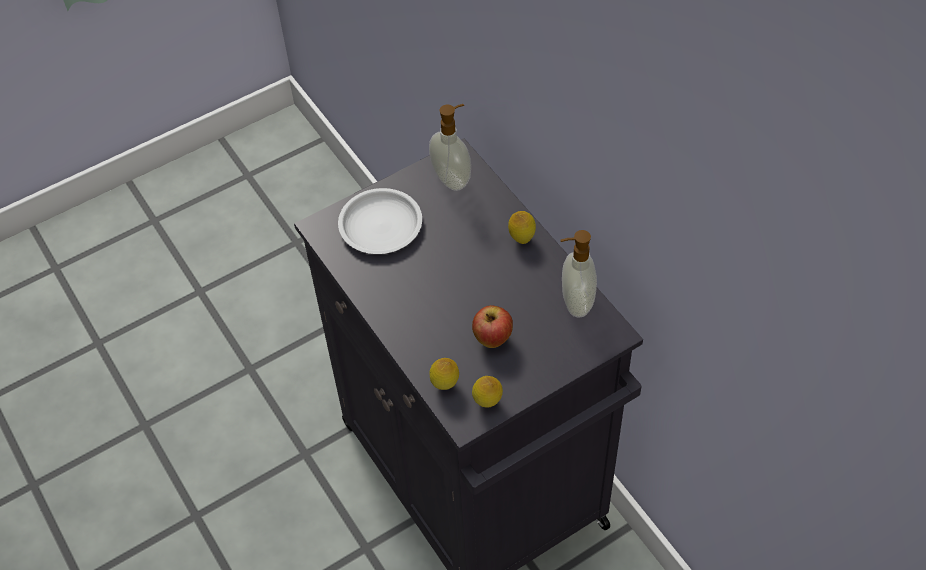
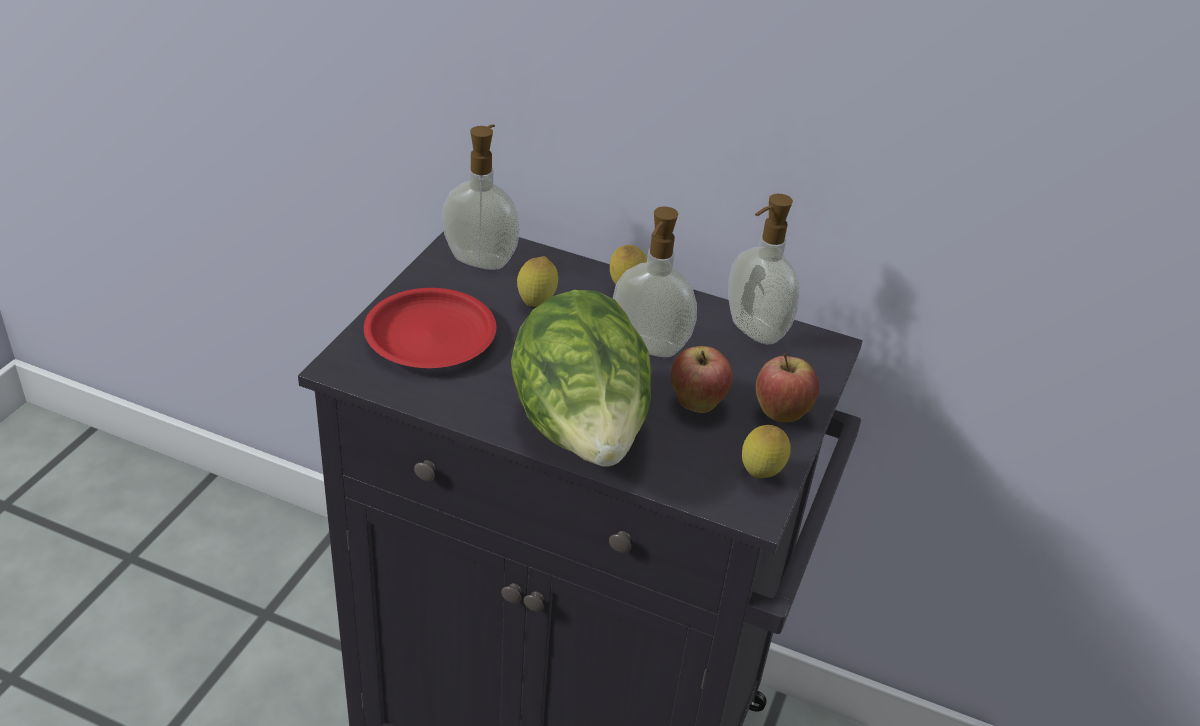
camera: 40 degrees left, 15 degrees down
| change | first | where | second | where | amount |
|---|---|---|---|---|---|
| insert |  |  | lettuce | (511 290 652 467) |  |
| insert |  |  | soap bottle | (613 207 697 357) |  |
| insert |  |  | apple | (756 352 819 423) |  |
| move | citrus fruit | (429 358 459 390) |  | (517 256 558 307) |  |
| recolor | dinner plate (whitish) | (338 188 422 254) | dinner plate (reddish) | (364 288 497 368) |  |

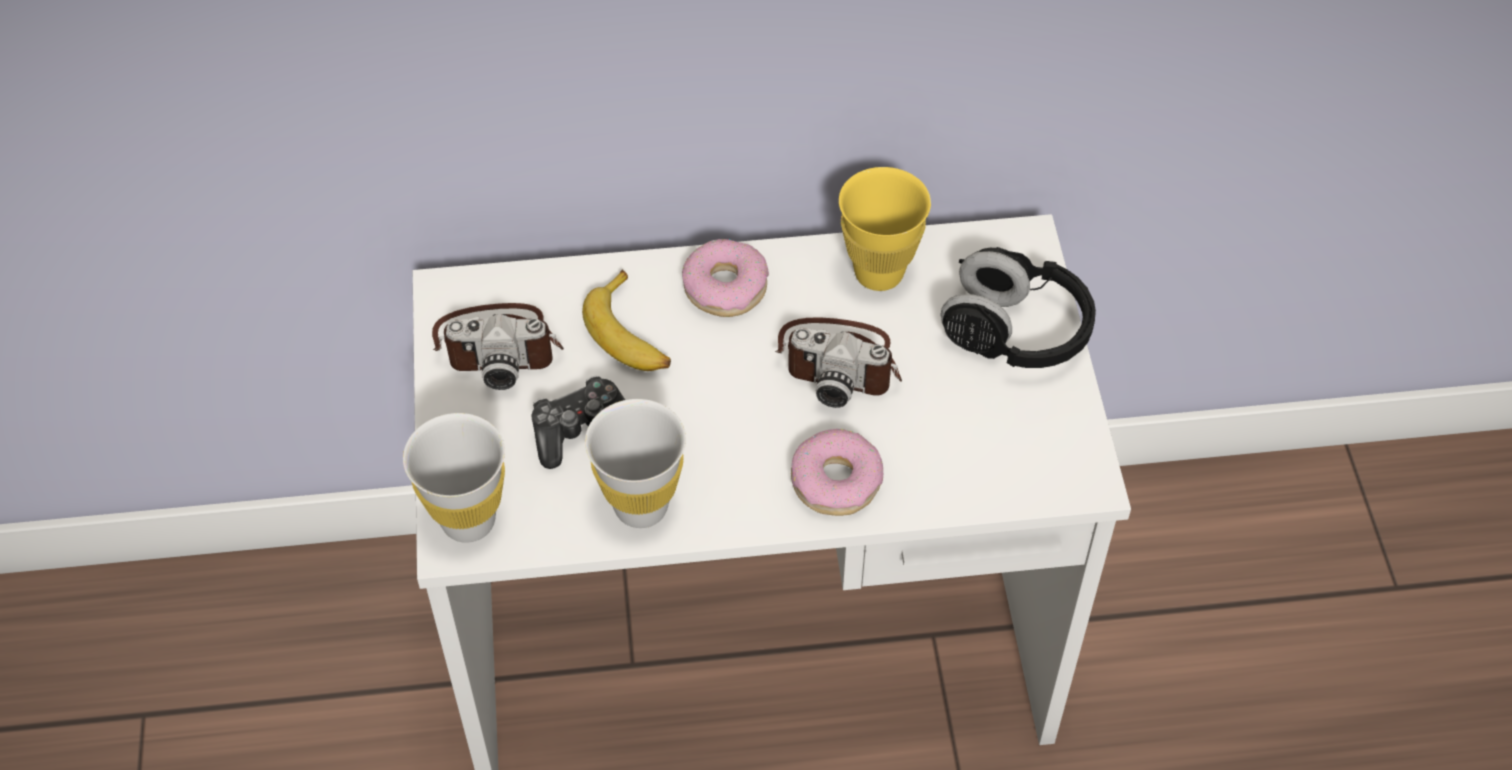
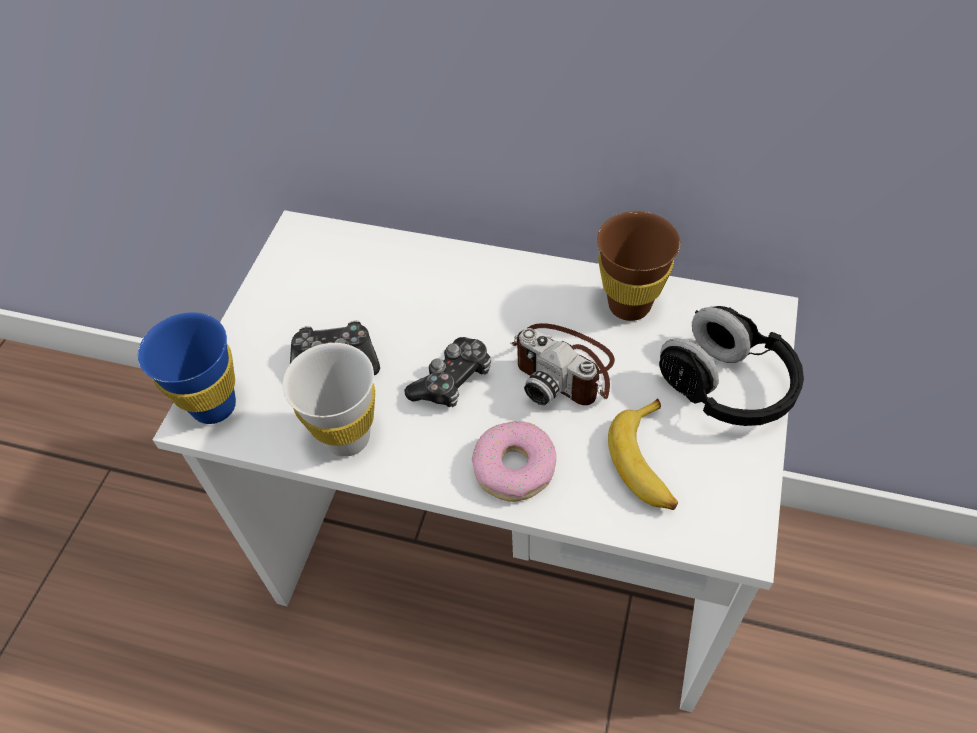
camera: 25 degrees right, 0 degrees up
| change | first | where | second | where | amount |
|---|---|---|---|---|---|
| delete | still camera | (432 303 564 390) |  |  |  |
| delete | doughnut | (682 239 769 317) |  |  |  |
| insert |  |  | game controller | (404 337 491 407) |  |
| move | banana fruit | (582 270 671 371) |  | (608 398 678 510) |  |
| recolor | drinking cup (whitish) | (403 413 505 543) | drinking cup (bluish) | (138 312 236 424) |  |
| recolor | drinking cup (yellow-coloured) | (839 167 931 291) | drinking cup (brown) | (597 211 680 321) |  |

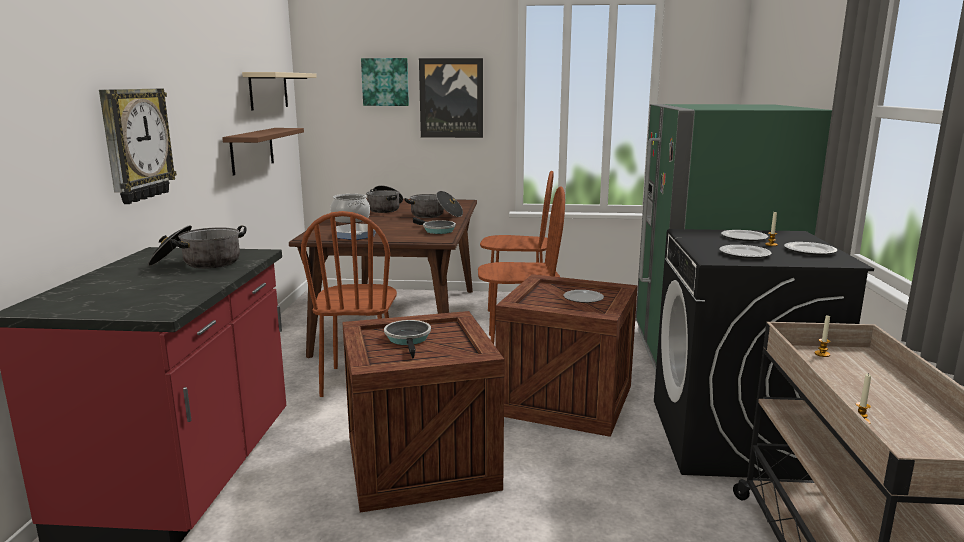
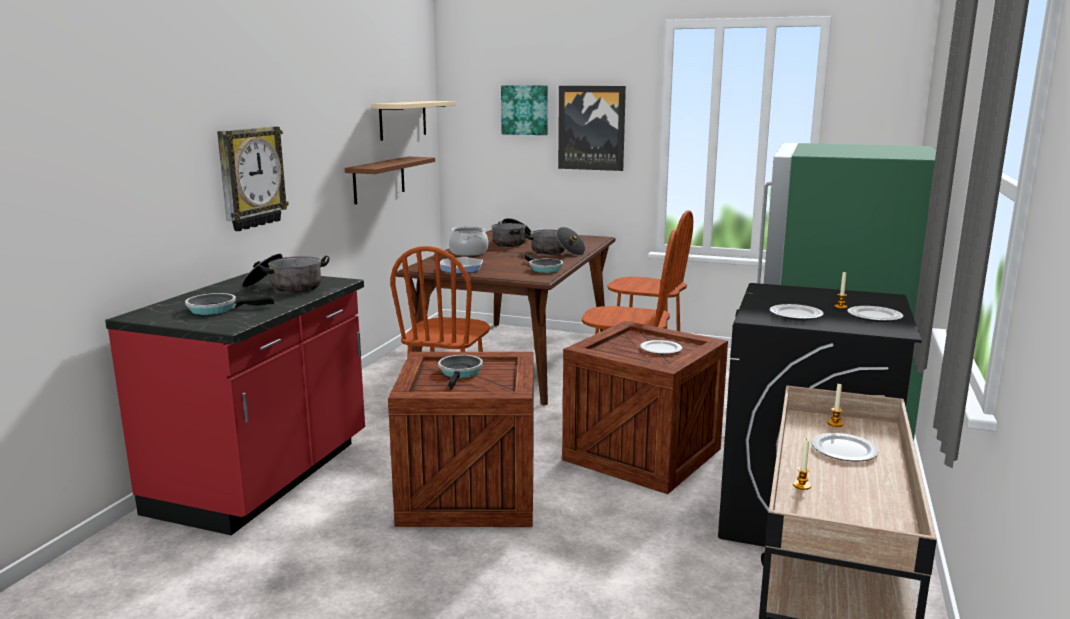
camera: 15 degrees right, 0 degrees up
| change | first | where | second | where | amount |
|---|---|---|---|---|---|
| insert |  |  | frying pan | (185 293 275 315) |  |
| move | dinner plate | (721 230 768 241) |  | (811 433 879 461) |  |

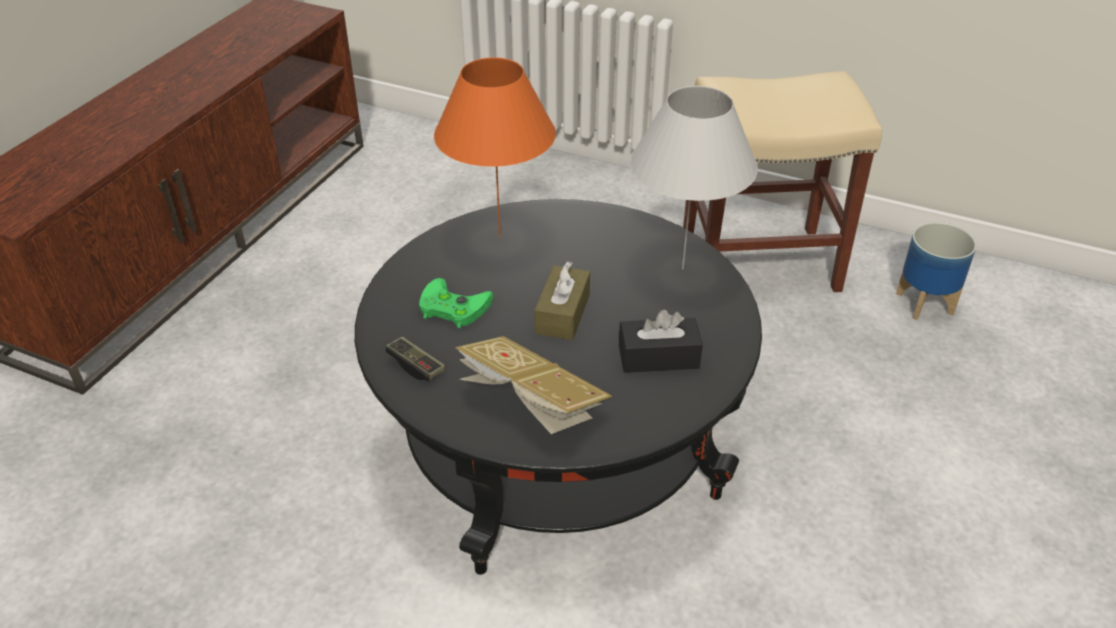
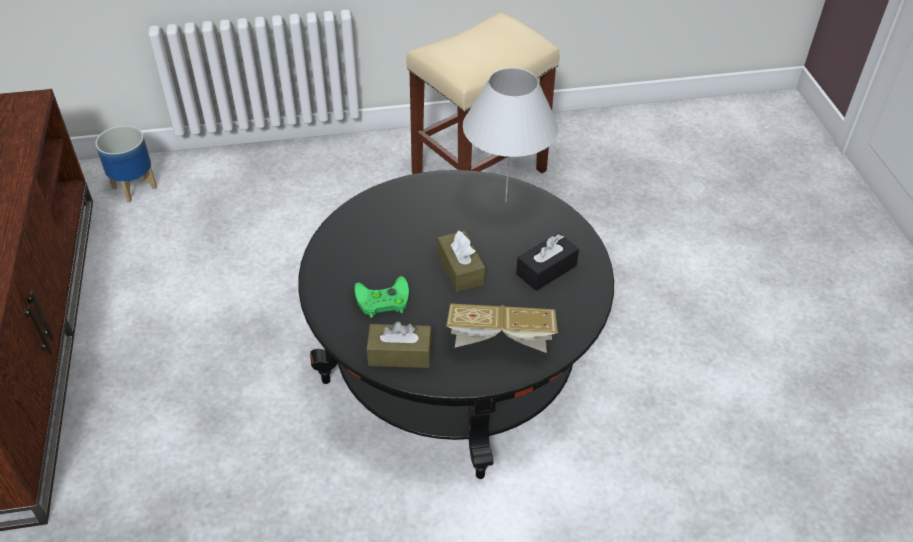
camera: 35 degrees left, 5 degrees up
| change | first | where | second | where | amount |
|---|---|---|---|---|---|
| delete | table lamp (orange-coloured) | (434 57 556 237) |  |  |  |
| move | planter | (896 222 977 320) |  | (95 126 157 203) |  |
| replace | game controller | (385 337 445 381) | tissue holder (brown) | (367 322 432 368) |  |

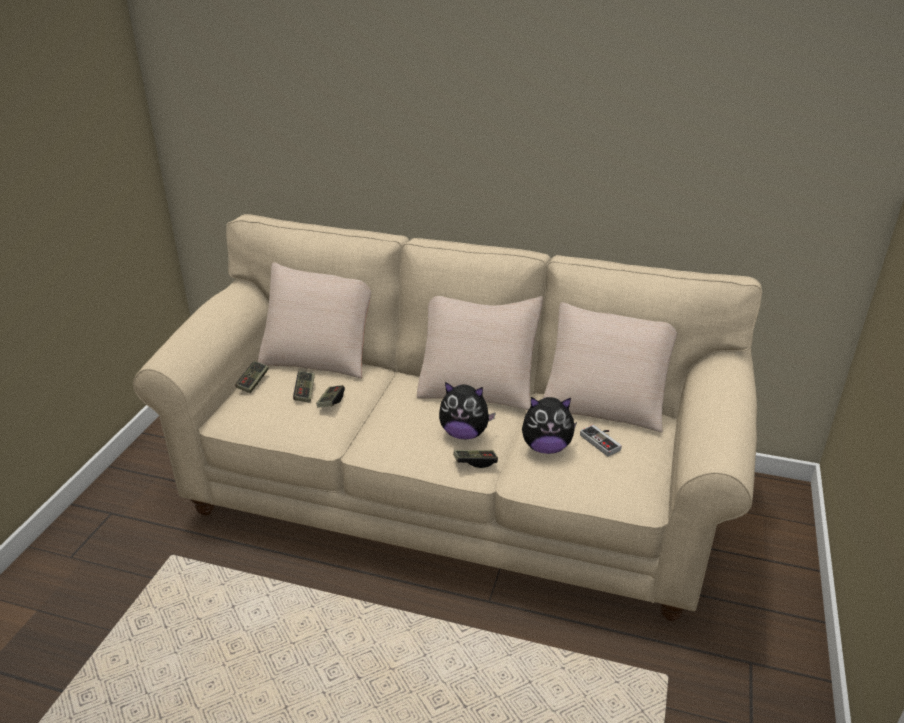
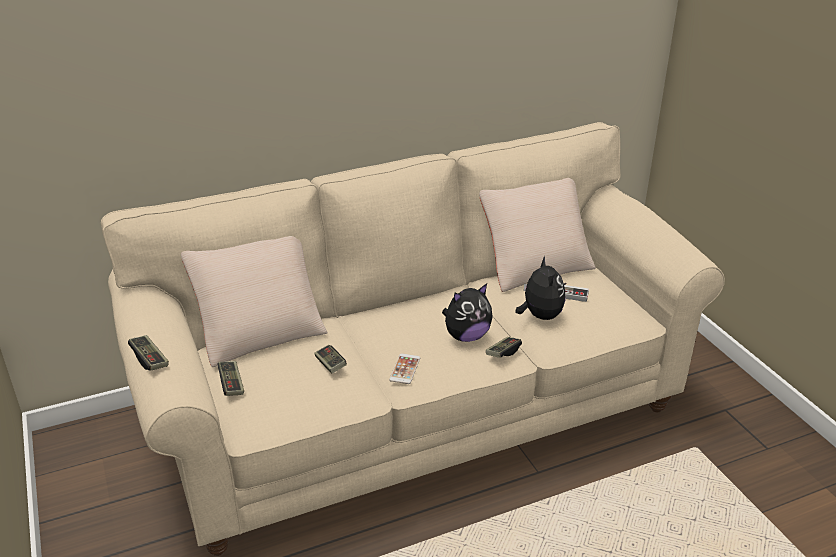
camera: 40 degrees left, 0 degrees up
| change | first | where | second | where | amount |
|---|---|---|---|---|---|
| delete | pillow (sand-coloured) | (417 296 543 410) |  |  |  |
| insert |  |  | phone | (389 353 420 384) |  |
| move | game controller | (293 371 315 403) |  | (128 335 169 371) |  |
| rotate | plush toy | (522 397 577 454) |  | (516 256 566 320) | 60 degrees counterclockwise |

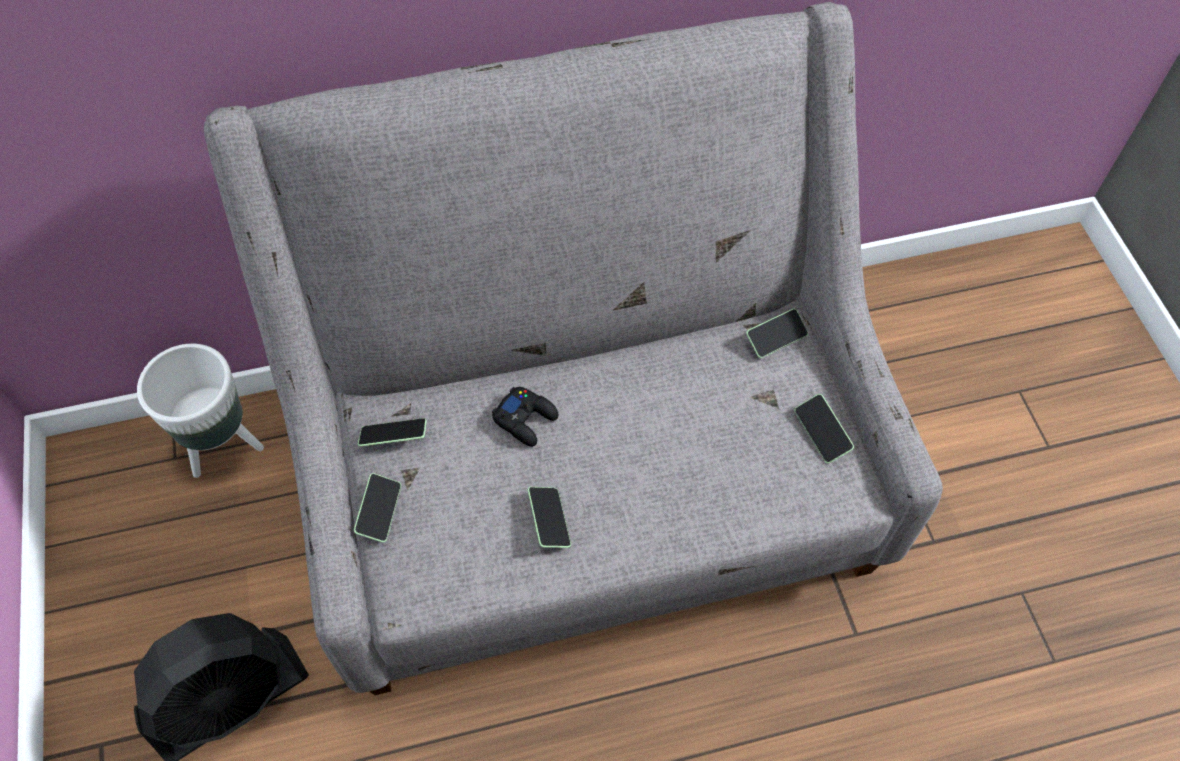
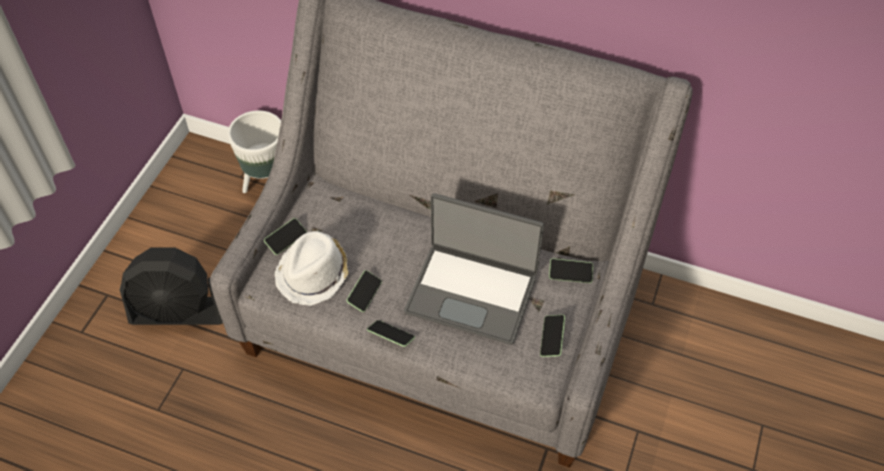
camera: 35 degrees right, 5 degrees down
| change | first | where | second | where | amount |
|---|---|---|---|---|---|
| delete | game controller (black) | (492 387 558 447) |  |  |  |
| insert |  |  | wearable hat (whitish) | (275 231 349 306) |  |
| insert |  |  | notebook computer | (404 193 544 345) |  |
| move | phone | (358 418 427 447) |  | (367 320 415 347) |  |

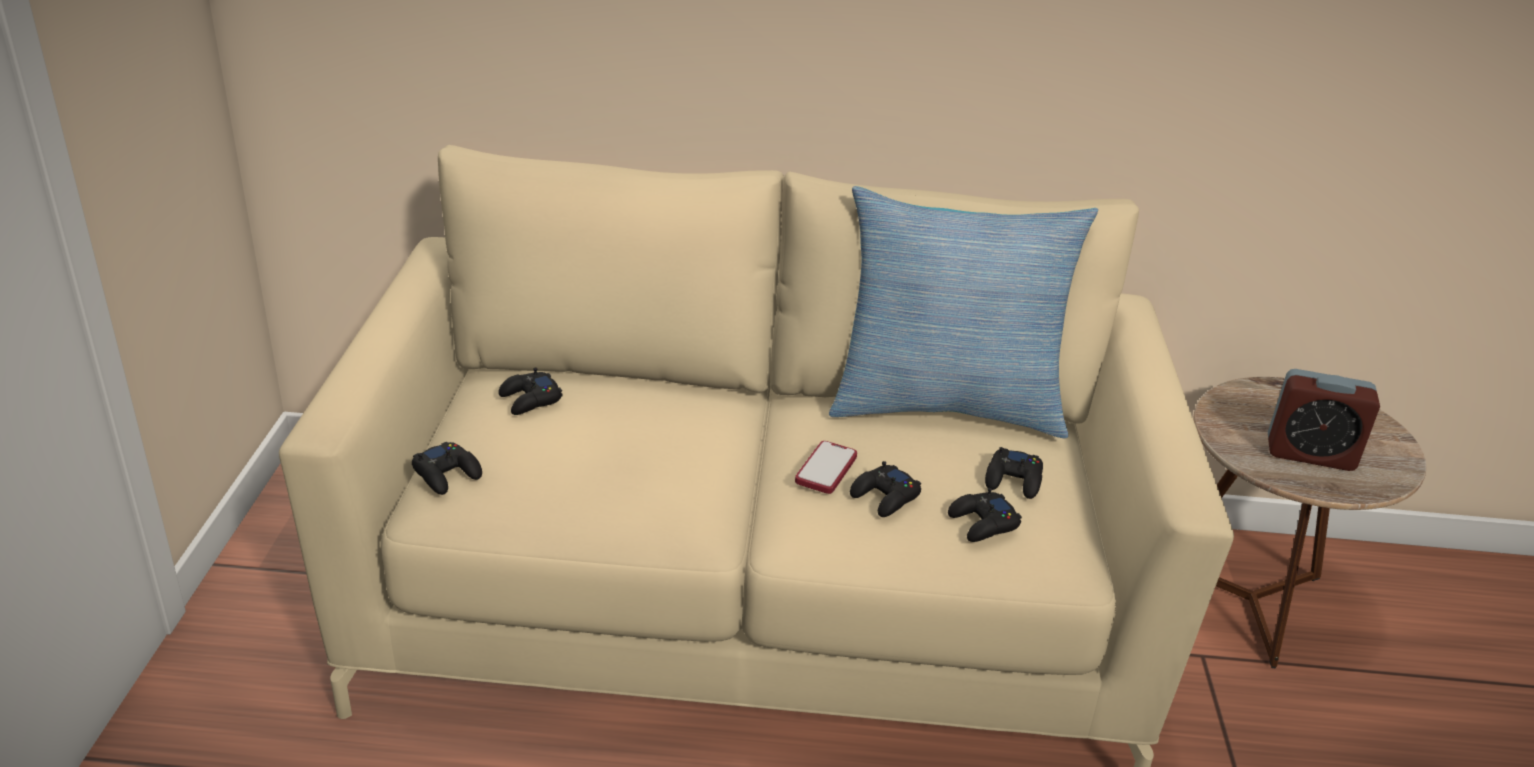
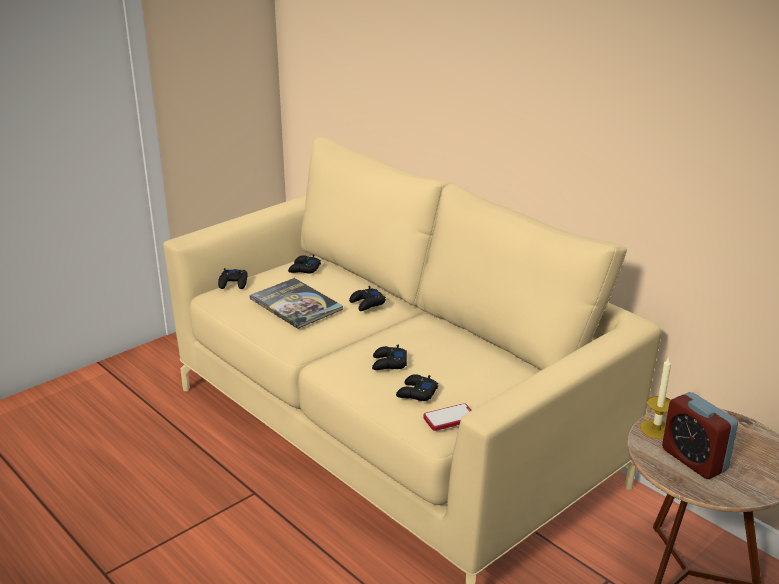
camera: 45 degrees right, 5 degrees down
| change | first | where | second | where | amount |
|---|---|---|---|---|---|
| delete | pillow | (829 186 1098 439) |  |  |  |
| insert |  |  | book | (249 278 343 329) |  |
| insert |  |  | wax light | (640 356 671 439) |  |
| move | phone | (795 441 857 494) |  | (423 403 471 431) |  |
| move | game controller (black) | (985 447 1043 499) |  | (349 286 386 311) |  |

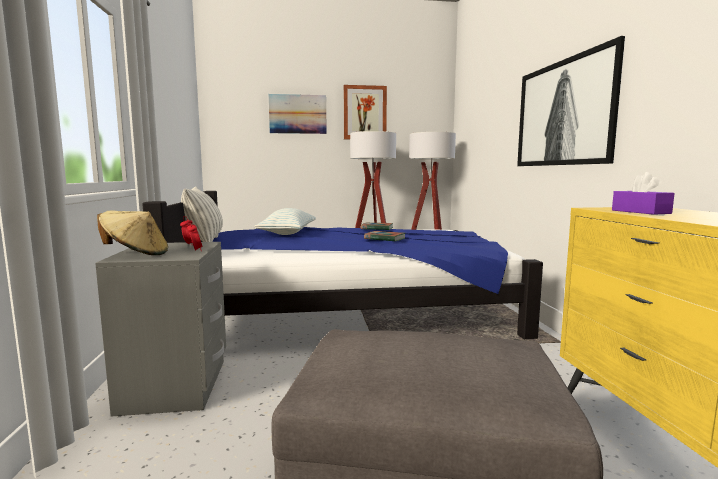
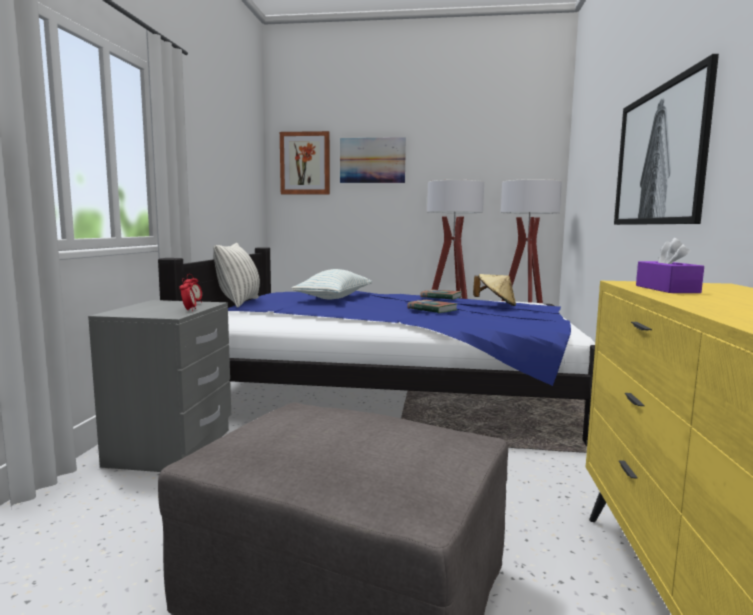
camera: 15 degrees right, 0 degrees up
| change | first | where | second | where | amount |
|---|---|---|---|---|---|
| move | wearable hat (sand-coloured) | (97 211 168 255) |  | (473 274 516 306) |  |
| move | wall picture | (344 85 387 139) |  | (280 131 330 195) |  |

